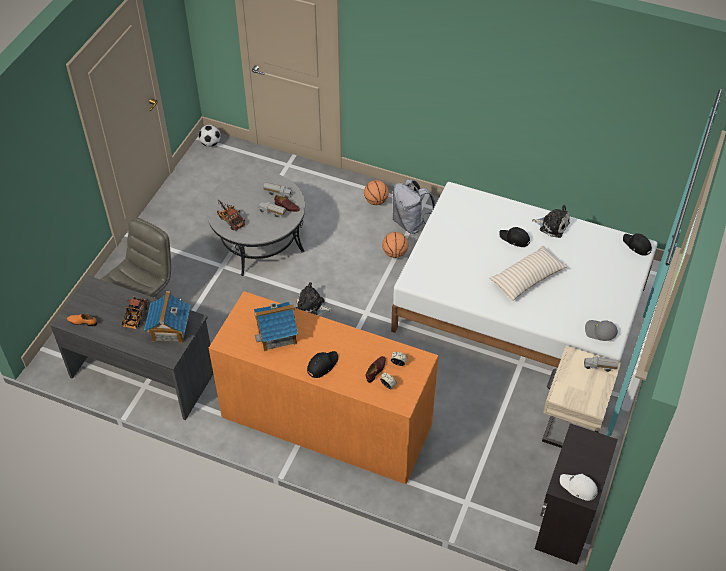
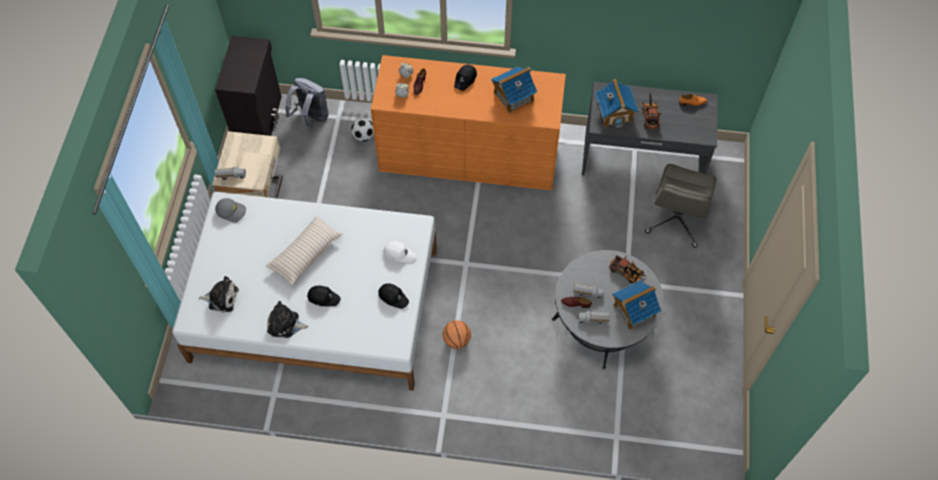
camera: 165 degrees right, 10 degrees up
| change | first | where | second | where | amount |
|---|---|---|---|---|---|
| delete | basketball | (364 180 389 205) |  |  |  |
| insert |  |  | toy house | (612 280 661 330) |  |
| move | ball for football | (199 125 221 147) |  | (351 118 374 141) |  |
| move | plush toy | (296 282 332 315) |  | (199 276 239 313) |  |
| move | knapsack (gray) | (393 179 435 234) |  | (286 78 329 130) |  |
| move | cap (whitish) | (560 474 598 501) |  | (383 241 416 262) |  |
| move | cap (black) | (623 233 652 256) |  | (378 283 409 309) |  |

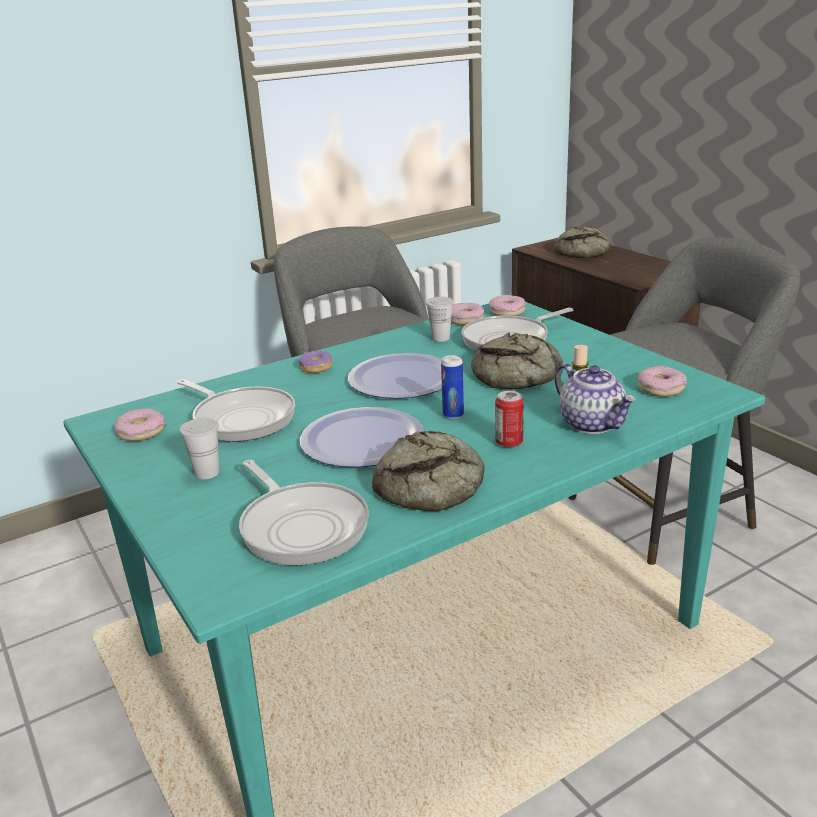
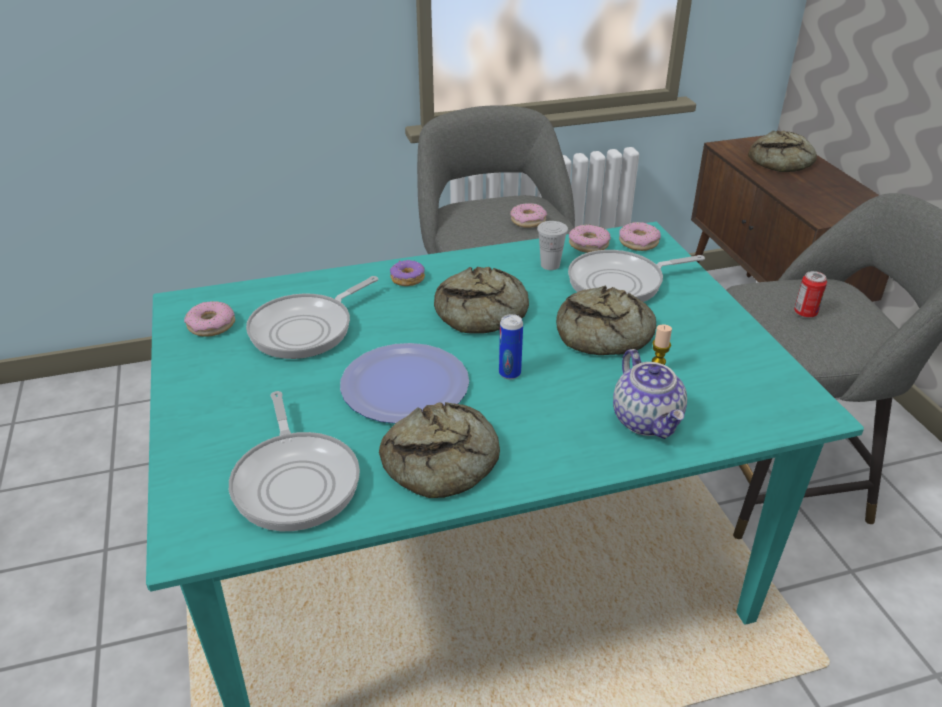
camera: 15 degrees right, 10 degrees up
| change | first | where | second | where | amount |
|---|---|---|---|---|---|
| delete | drinking cup (whitish) | (179 418 219 479) |  |  |  |
| move | can | (495 391 524 448) |  | (794 271 827 318) |  |
| move | doughnut | (638 366 686 397) |  | (510 203 547 228) |  |
| replace | dinner plate | (348 353 442 399) | bakery bread | (434 267 529 334) |  |
| rotate | frying pan | (178 379 295 442) |  | (246 276 378 359) | 75 degrees clockwise |

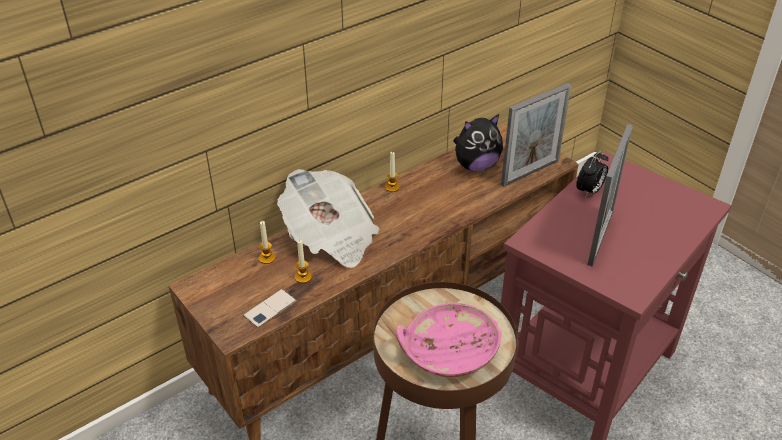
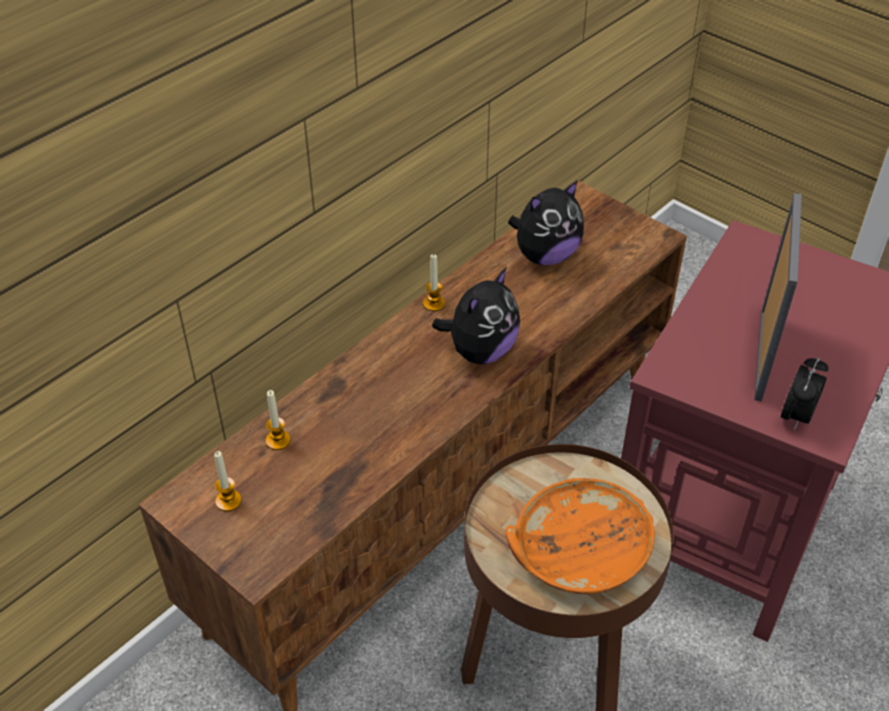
camera: 10 degrees left, 5 degrees up
| change | first | where | second | where | amount |
|---|---|---|---|---|---|
| delete | phone | (243 289 297 328) |  |  |  |
| delete | daily paper | (277 169 379 268) |  |  |  |
| delete | standing frame | (501 83 571 187) |  |  |  |
| insert |  |  | plush toy | (432 268 520 364) |  |
| move | wax light | (295 240 312 283) |  | (214 451 242 511) |  |
| move | bedside clock | (576 150 609 198) |  | (781 357 828 430) |  |
| recolor | bowl (pinkish) | (396 303 502 377) | bowl (orange-coloured) | (505 478 655 594) |  |

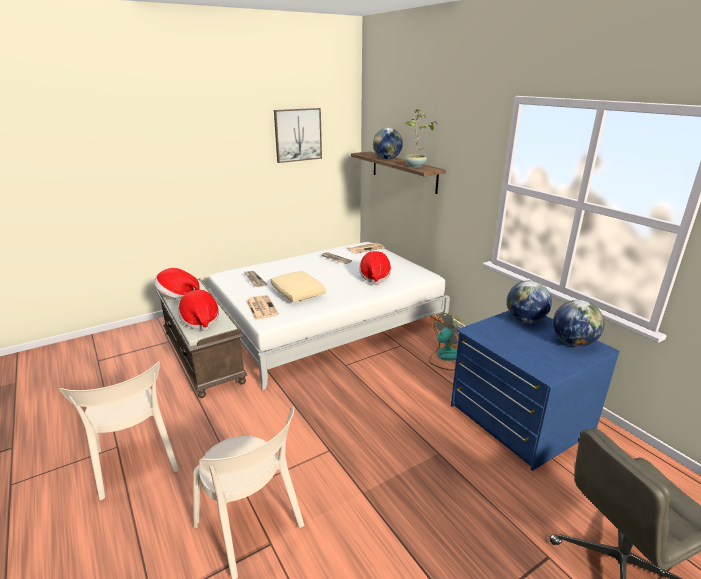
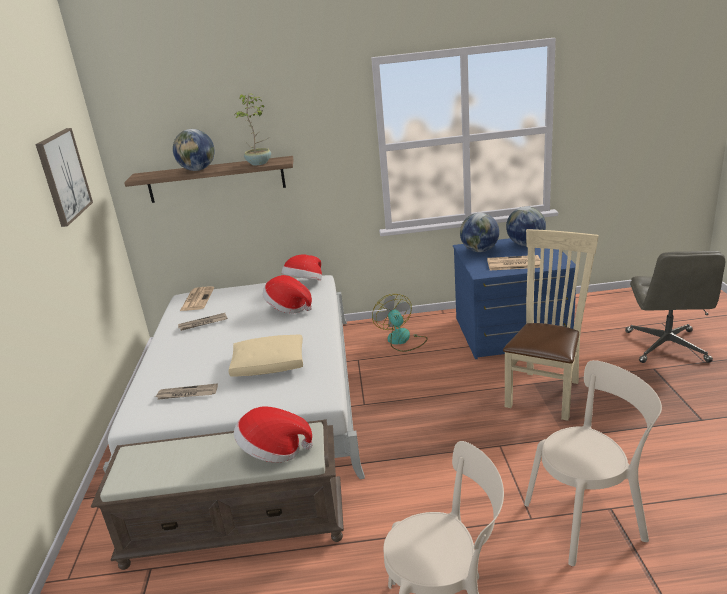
camera: 60 degrees left, 0 degrees up
| change | first | where | second | where | amount |
|---|---|---|---|---|---|
| insert |  |  | chair (sand-coloured) | (503 229 599 421) |  |
| move | wearable hat | (154 268 200 299) |  | (282 255 322 280) |  |
| move | daily paper | (246 295 279 320) |  | (487 255 540 270) |  |

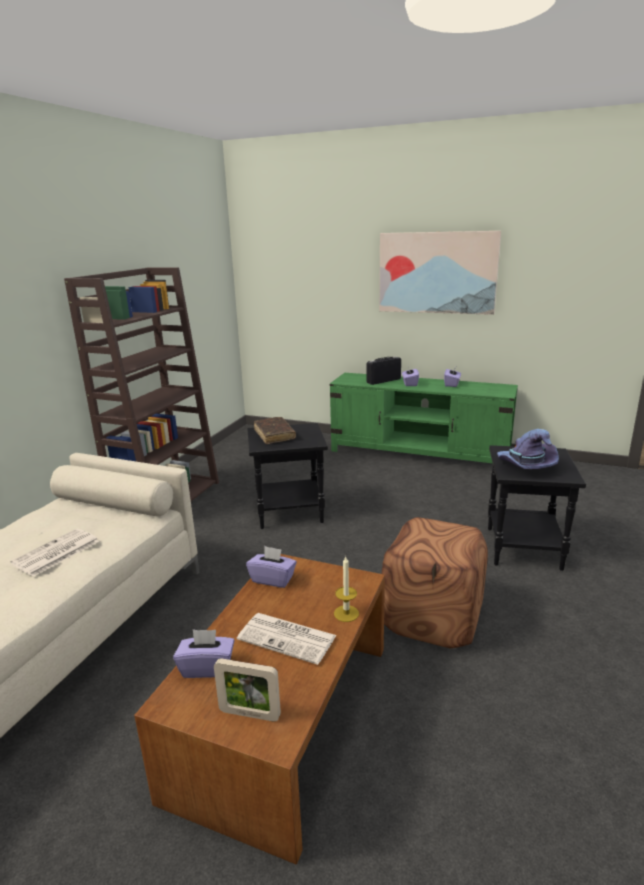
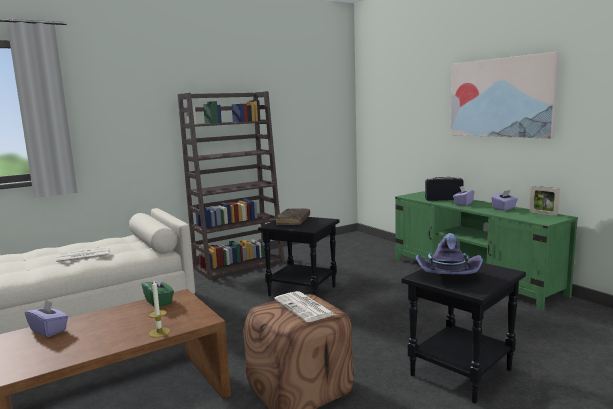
camera: 35 degrees right, 10 degrees down
| change | first | where | second | where | amount |
|---|---|---|---|---|---|
| move | standing frame | (214 659 281 722) |  | (529 186 560 216) |  |
| move | daily paper | (237 613 337 665) |  | (274 291 336 322) |  |
| recolor | tissue holder (purplish) | (246 546 297 588) | tissue holder (green-coloured) | (142 275 174 307) |  |

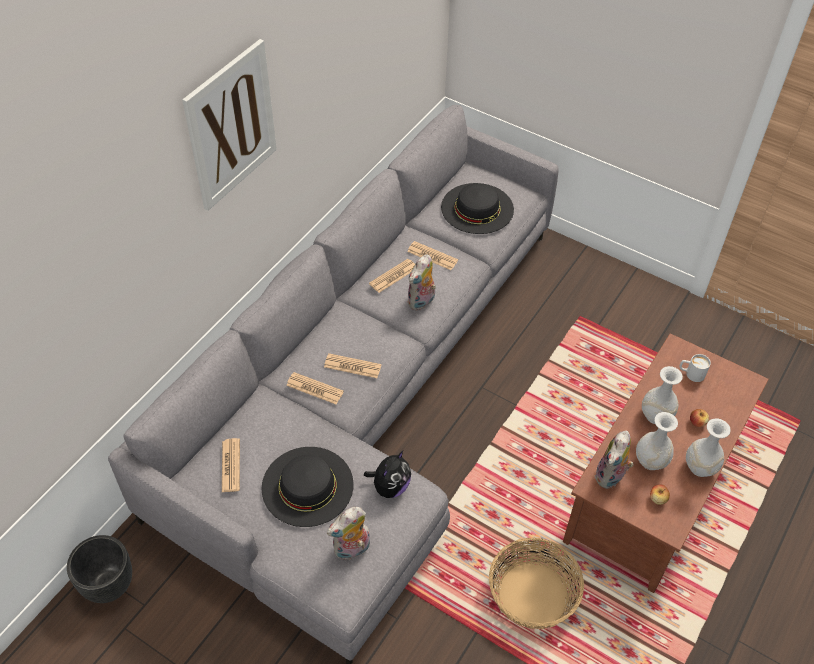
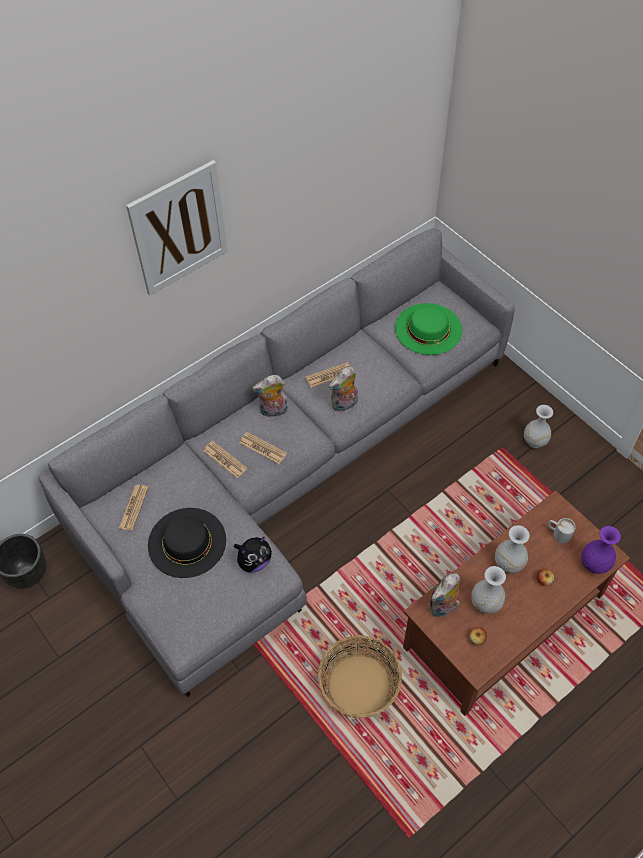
camera: 20 degrees right, 5 degrees up
| change | first | where | second | where | amount |
|---|---|---|---|---|---|
| delete | daily paper | (407 241 458 270) |  |  |  |
| insert |  |  | vase (purplish) | (581 526 621 574) |  |
| move | plush toy | (327 507 370 560) |  | (252 375 288 417) |  |
| move | vase (whitish) | (686 418 731 477) |  | (524 405 553 448) |  |
| recolor | wearable hat (black) | (441 183 514 234) | wearable hat (green-coloured) | (395 303 462 355) |  |

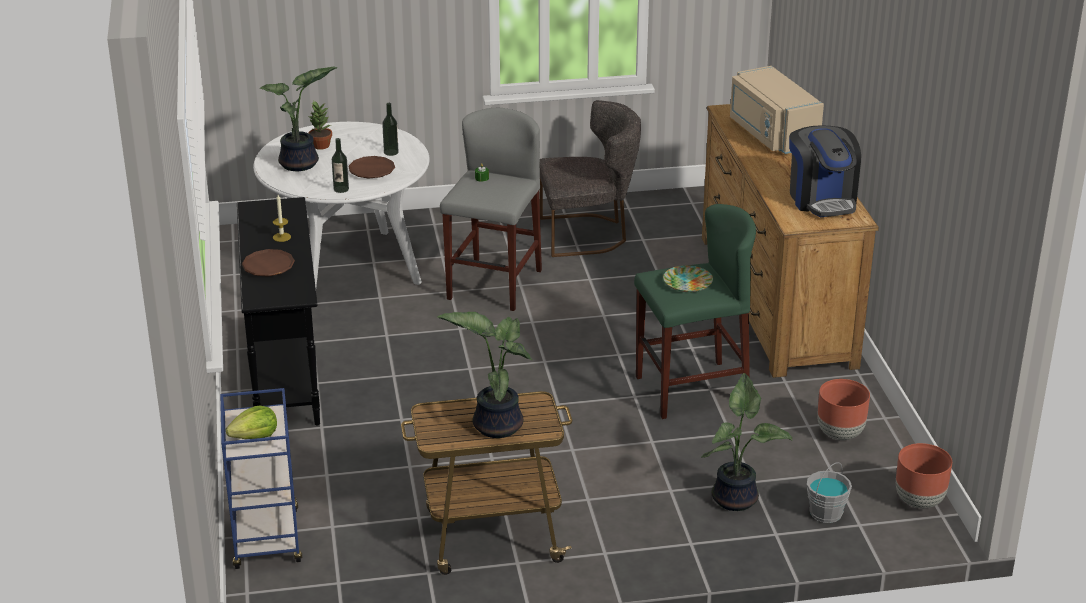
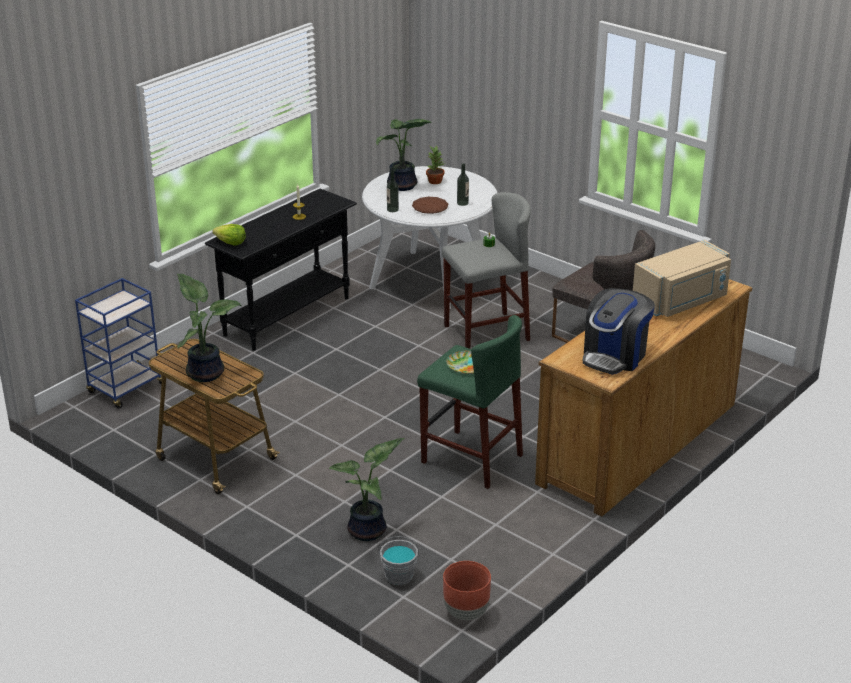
camera: 50 degrees right, 0 degrees up
| change | first | where | second | where | amount |
|---|---|---|---|---|---|
| delete | dinner plate (brown) | (242 249 295 277) |  |  |  |
| delete | planter (brown) | (817 379 870 440) |  |  |  |
| move | lettuce | (226 405 277 439) |  | (212 224 246 246) |  |
| rotate | microwave oven (sand-coloured) | (730 66 824 154) |  | (633 240 731 317) | 150 degrees counterclockwise |

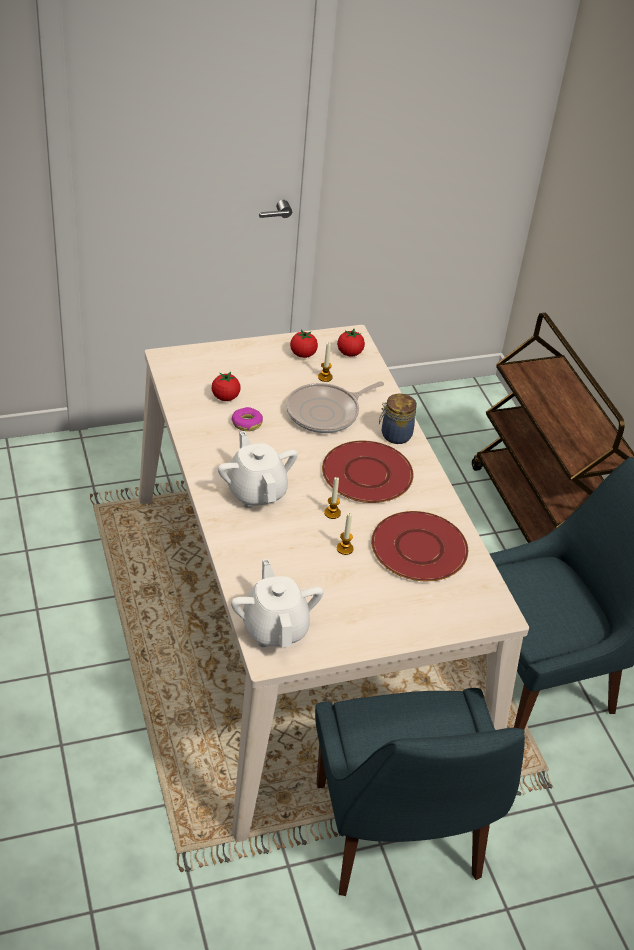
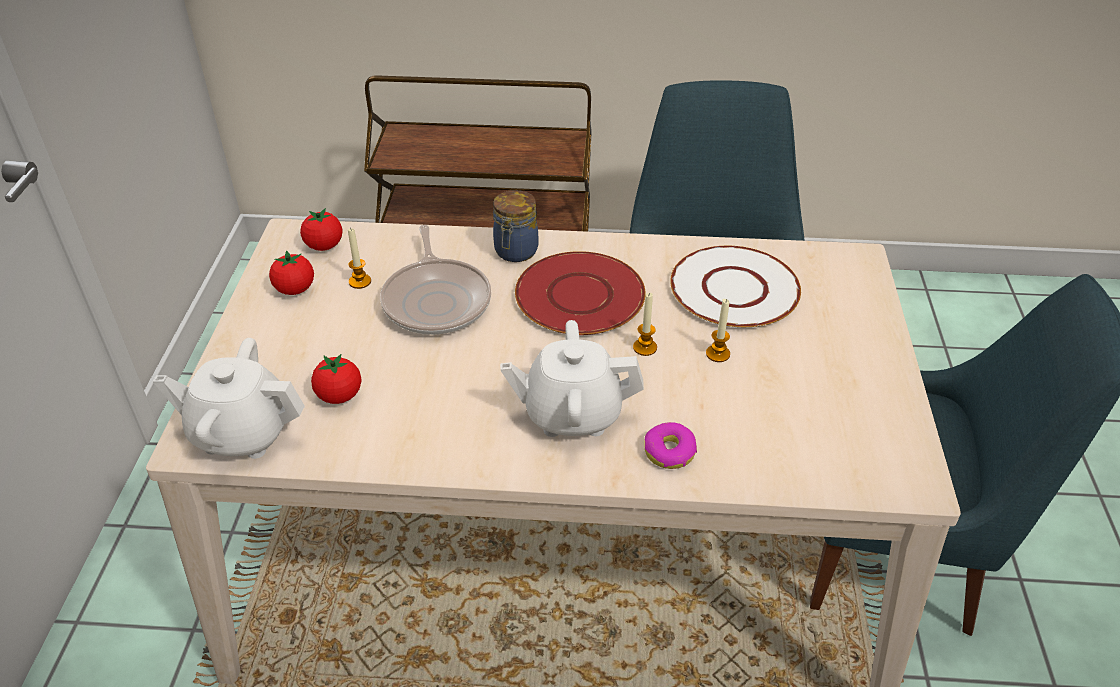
camera: 65 degrees left, 0 degrees up
| change | first | where | second | where | amount |
|---|---|---|---|---|---|
| move | doughnut | (231 407 263 431) |  | (644 422 697 469) |  |
| move | teapot (whitish) | (231 559 324 647) |  | (153 338 305 459) |  |
| recolor | dinner plate (reddish) | (371 511 468 581) | dinner plate (whitish) | (670 246 801 328) |  |

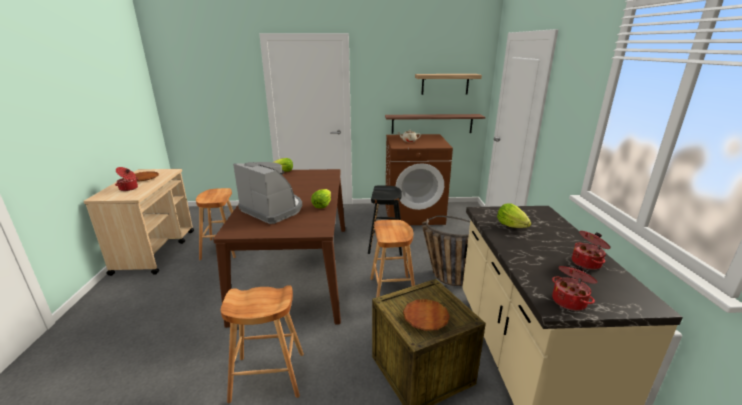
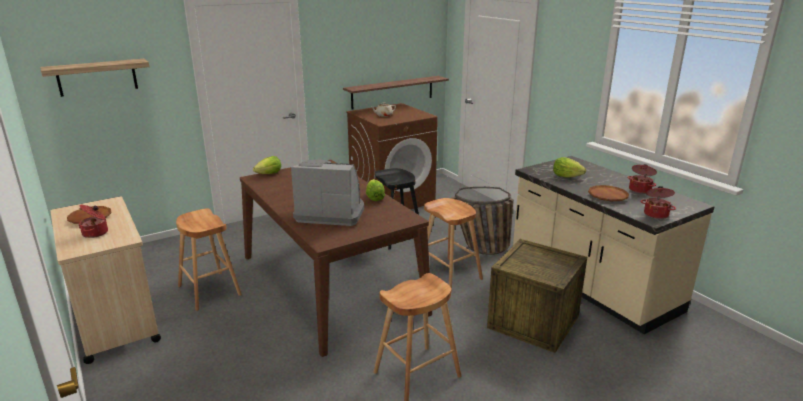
camera: 30 degrees left, 0 degrees up
| change | first | where | second | where | amount |
|---|---|---|---|---|---|
| move | dinner plate (brown) | (403 299 450 331) |  | (588 185 629 201) |  |
| move | wall shelf | (415 74 482 95) |  | (40 59 149 97) |  |

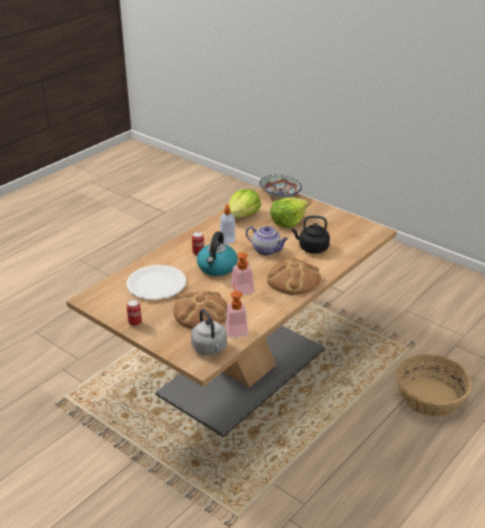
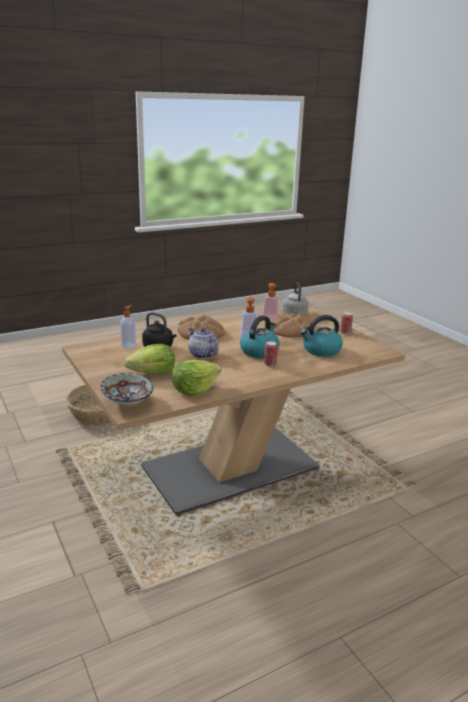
camera: 160 degrees left, 10 degrees down
| change | first | where | second | where | amount |
|---|---|---|---|---|---|
| move | soap bottle | (220 204 235 244) |  | (120 305 136 348) |  |
| replace | dinner plate (whitish) | (126 265 186 300) | kettle | (300 315 343 357) |  |

